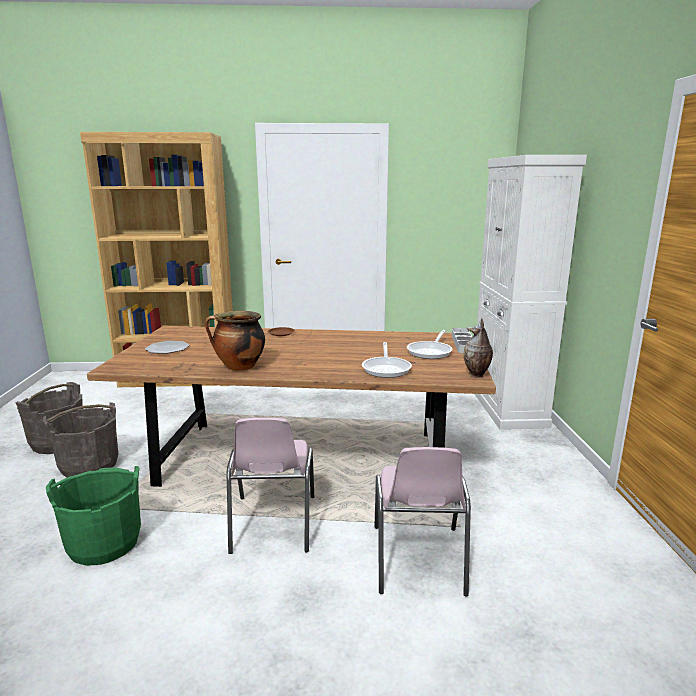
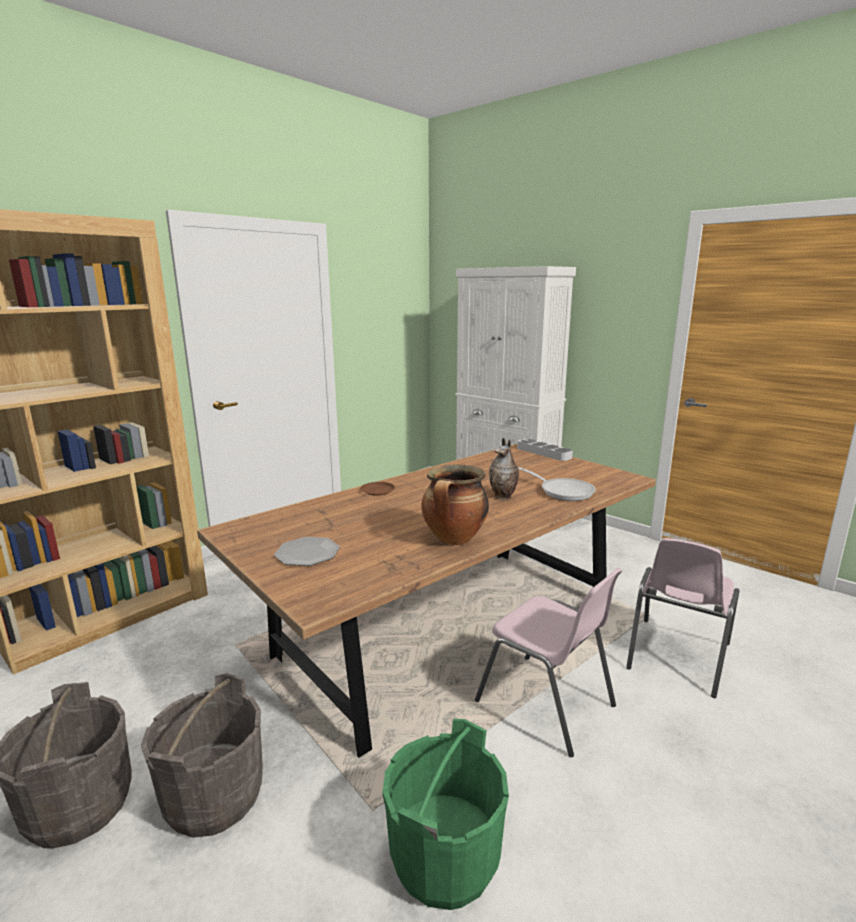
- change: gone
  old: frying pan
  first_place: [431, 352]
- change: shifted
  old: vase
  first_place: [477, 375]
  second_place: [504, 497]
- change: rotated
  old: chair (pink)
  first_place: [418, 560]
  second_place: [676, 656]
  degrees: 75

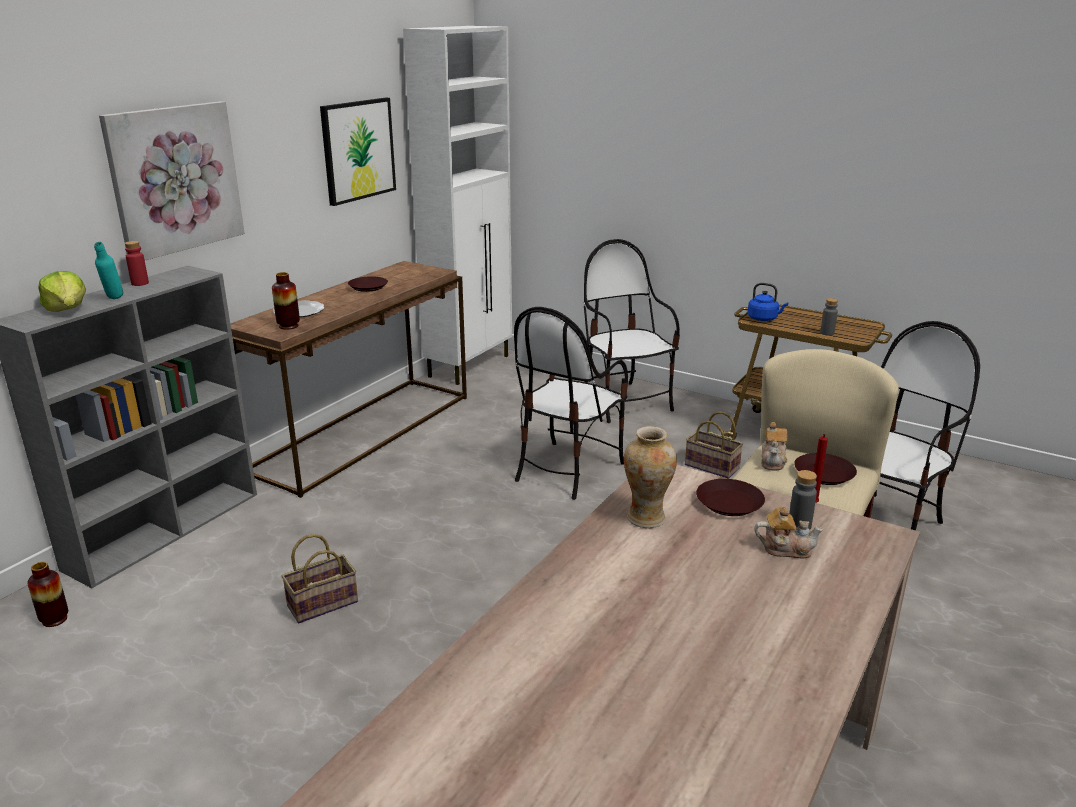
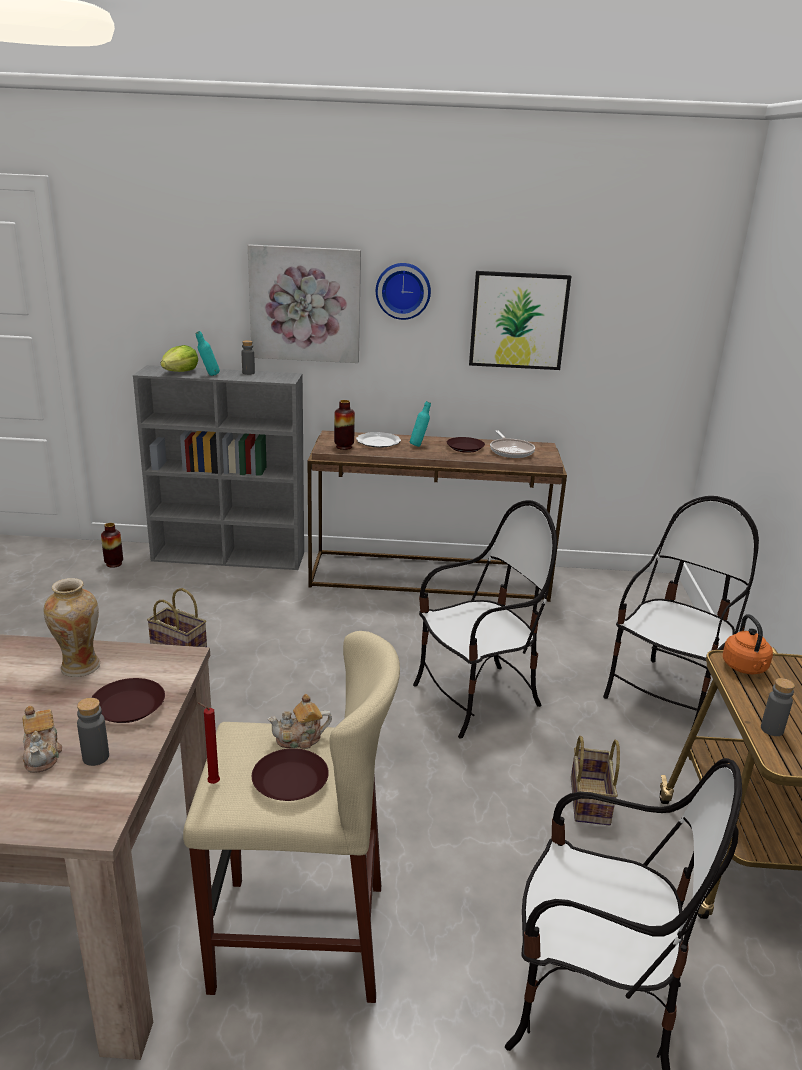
- change: gone
  old: cabinet (white)
  first_place: [470, 366]
- change: new
  new: wall clock
  second_place: [403, 290]
- change: new
  new: bottle (turquoise)
  second_place: [419, 445]
- change: new
  new: frying pan
  second_place: [510, 451]
- change: repainted
  old: bottle (red)
  new: bottle (grey)
  first_place: [140, 283]
  second_place: [248, 373]
- change: repainted
  old: kettle (blue)
  new: kettle (orange)
  first_place: [764, 319]
  second_place: [745, 668]
- change: rotated
  old: chair
  first_place: [567, 470]
  second_place: [476, 699]
  degrees: 150

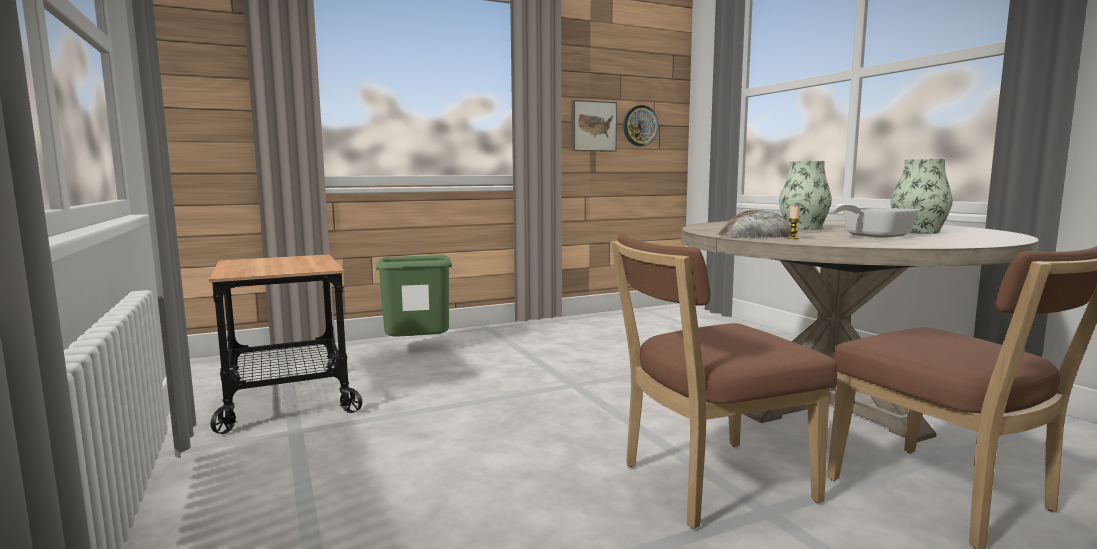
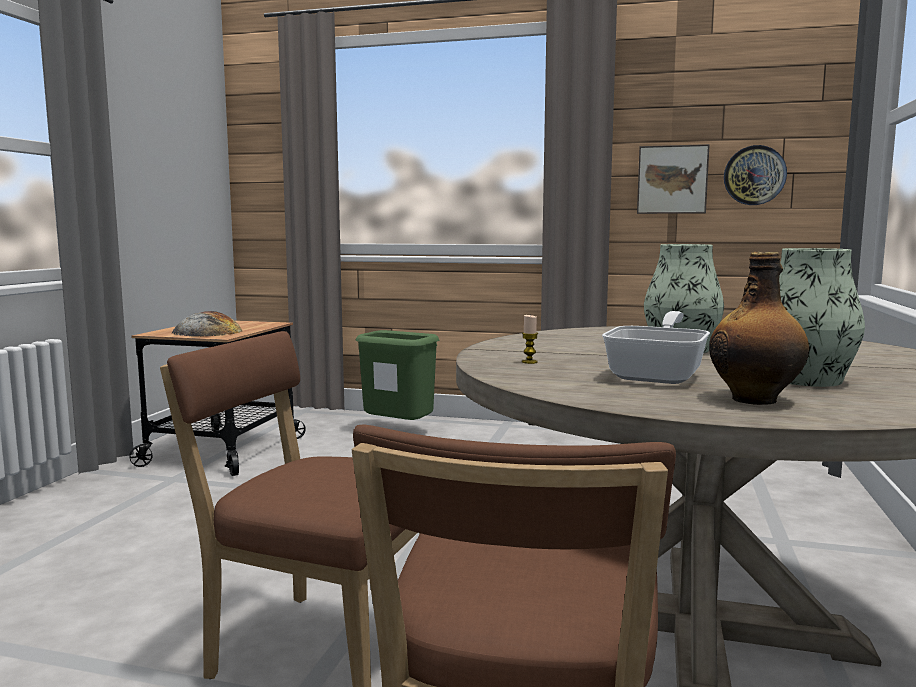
- change: new
  new: bottle
  second_place: [755, 399]
- change: shifted
  old: bread
  first_place: [756, 234]
  second_place: [207, 332]
- change: rotated
  old: frying pan
  first_place: [870, 236]
  second_place: [659, 374]
  degrees: 105

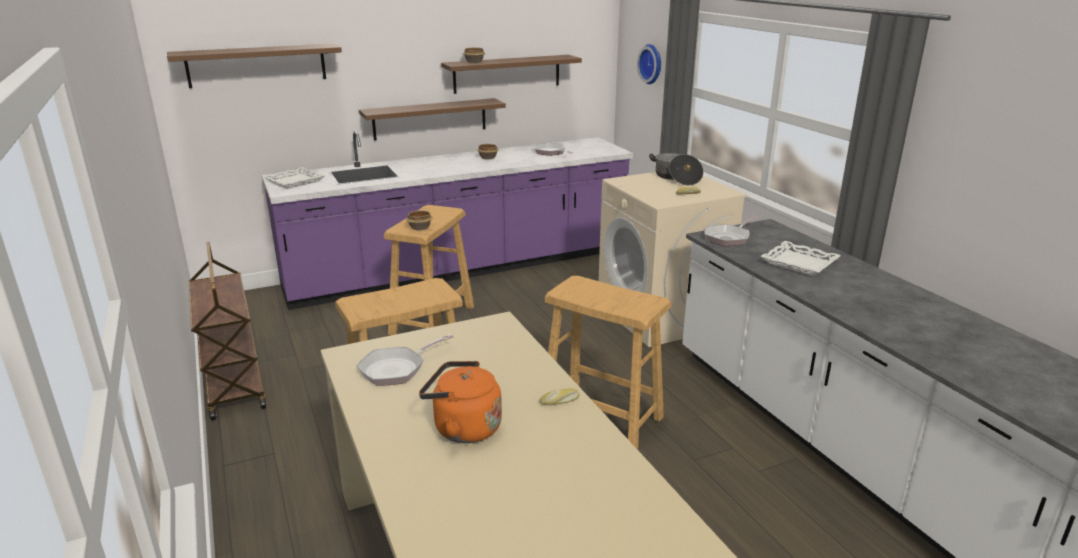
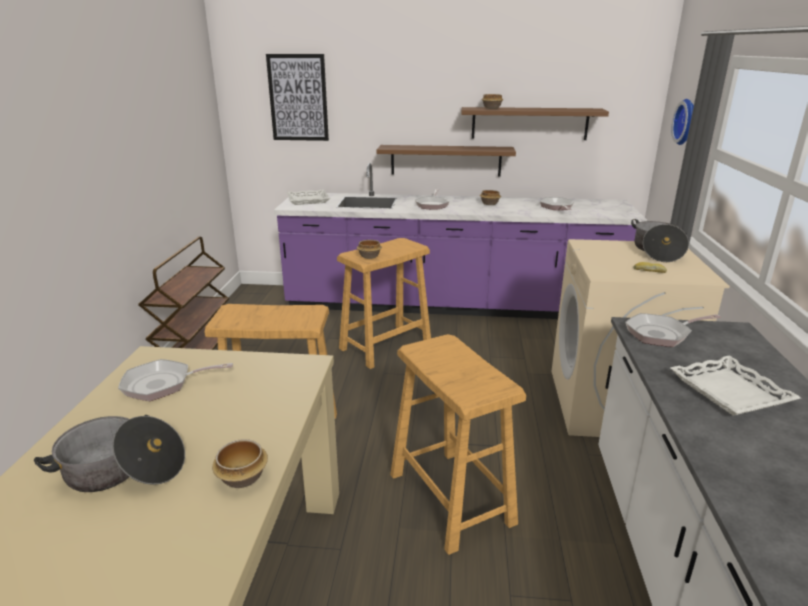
- change: new
  new: frying pan
  second_place: [432, 205]
- change: swapped
  old: shelf (brown)
  new: picture
  first_place: [257, 65]
  second_place: [298, 98]
- change: swapped
  old: kettle (orange)
  new: cooking pot
  first_place: [463, 428]
  second_place: [122, 471]
- change: swapped
  old: bread
  new: bowl
  first_place: [560, 401]
  second_place: [243, 477]

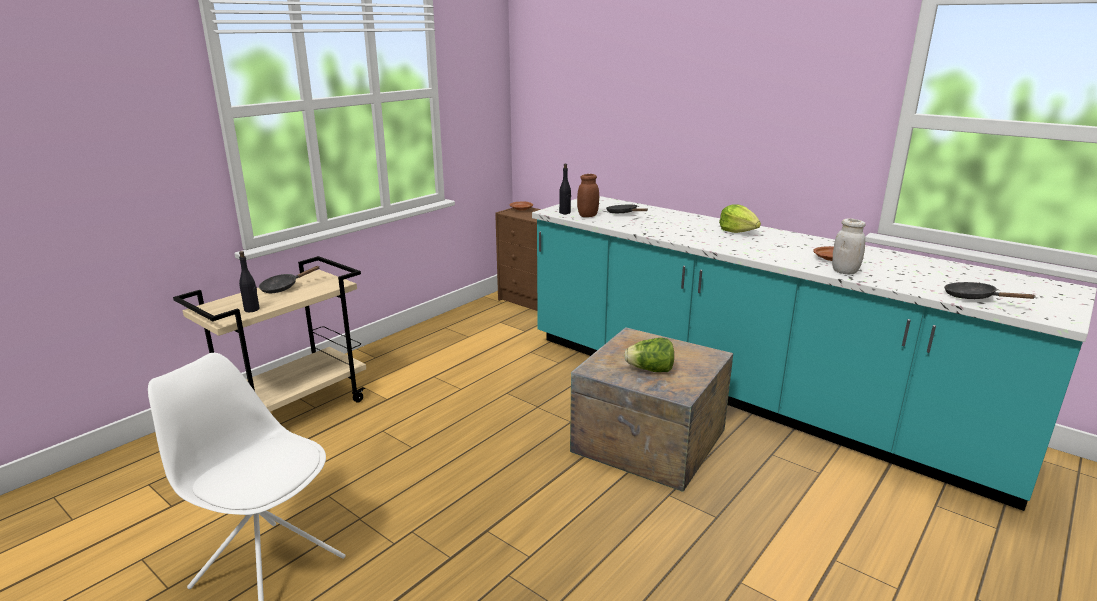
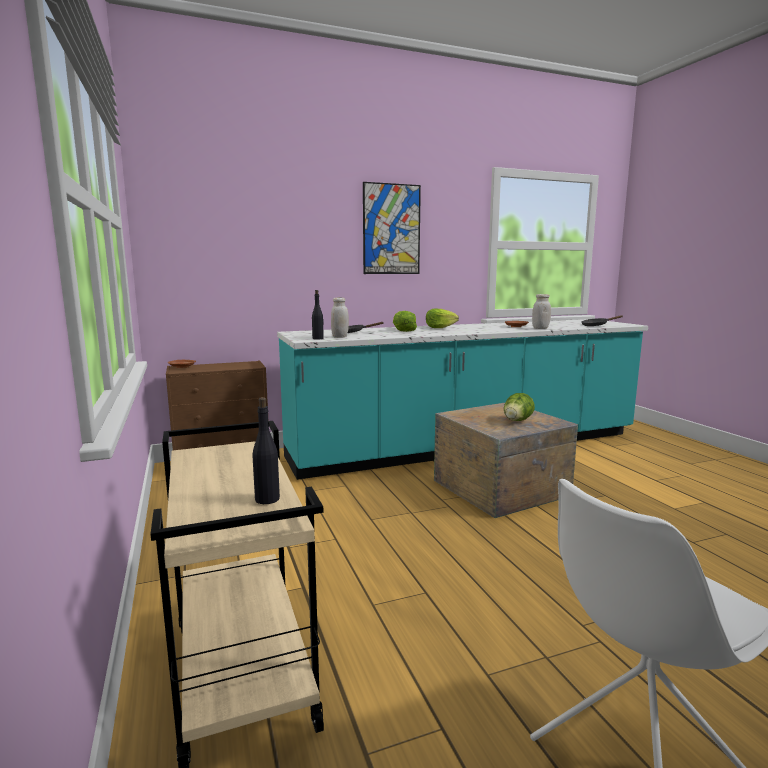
- change: gone
  old: frying pan (black)
  first_place: [283, 287]
- change: new
  new: picture
  second_place: [391, 229]
- change: new
  new: lettuce
  second_place: [403, 330]
- change: repainted
  old: jar (brown)
  new: jar (white)
  first_place: [587, 216]
  second_place: [340, 337]

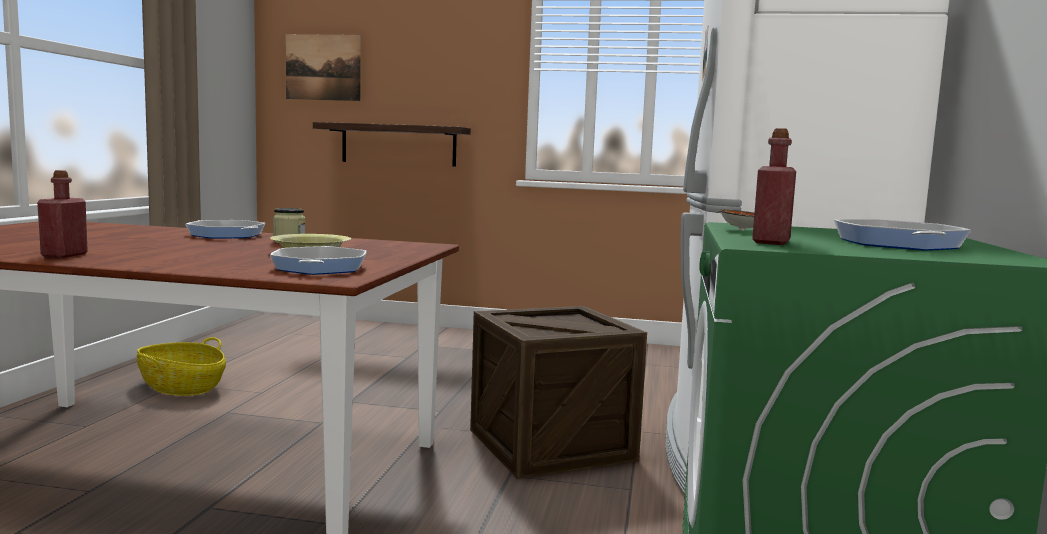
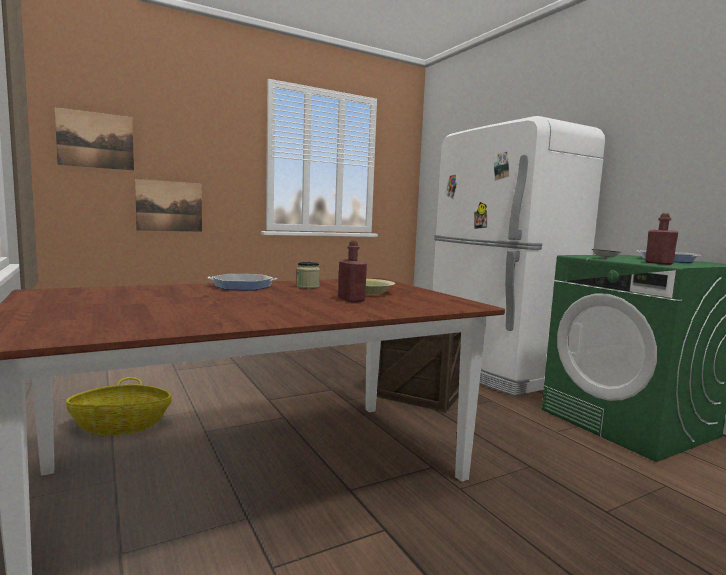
- change: gone
  old: frying pan
  first_place: [320, 268]
- change: shifted
  old: bottle (red)
  first_place: [64, 255]
  second_place: [351, 300]
- change: swapped
  old: shelf
  new: picture
  first_place: [398, 145]
  second_place: [169, 206]

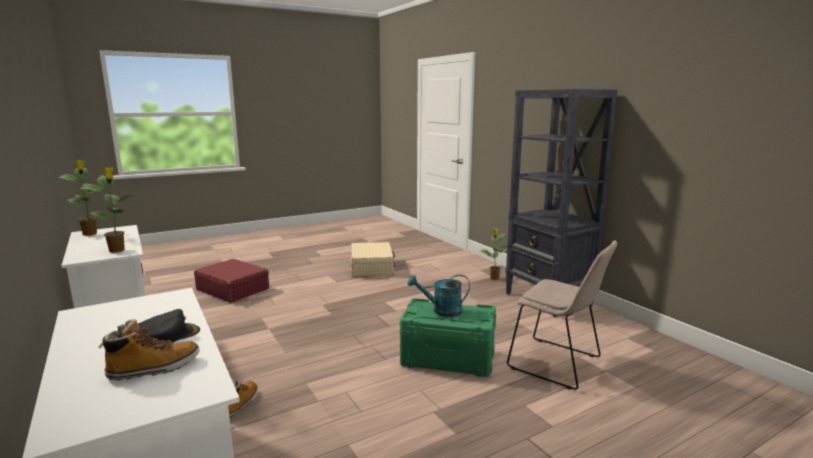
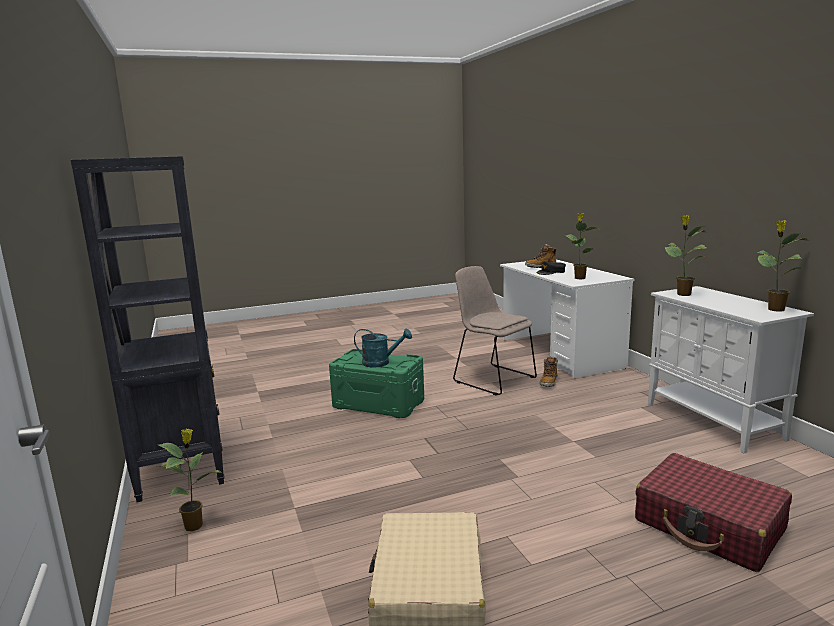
- change: new
  new: potted plant
  second_place: [579, 278]
- change: shifted
  old: chair (beige)
  first_place: [557, 364]
  second_place: [492, 379]

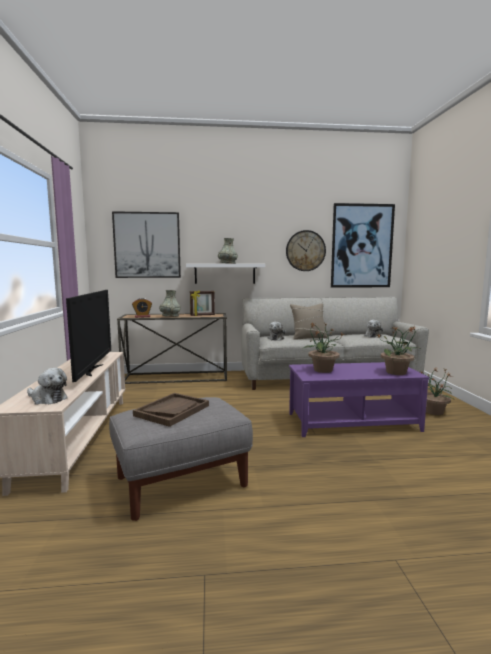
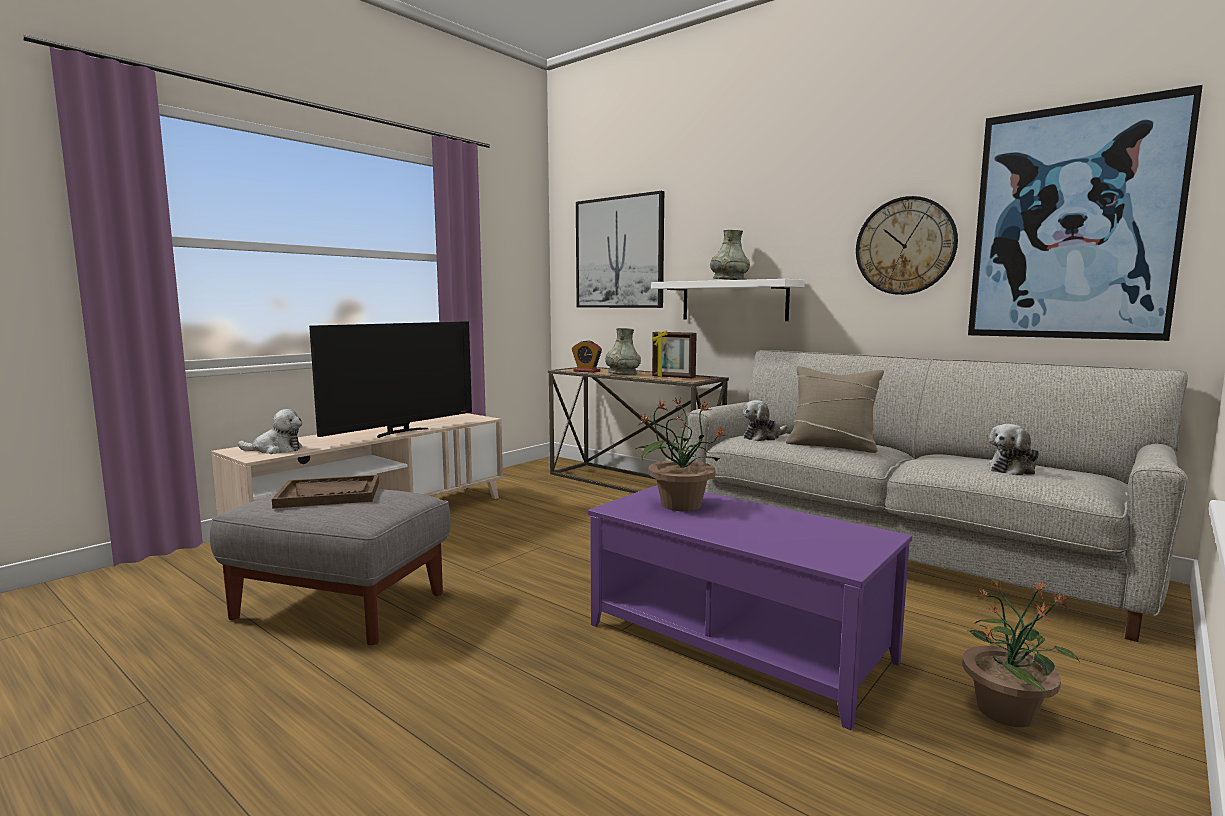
- change: gone
  old: potted plant
  first_place: [397, 372]
- change: rotated
  old: plush toy
  first_place: [47, 399]
  second_place: [276, 450]
  degrees: -75

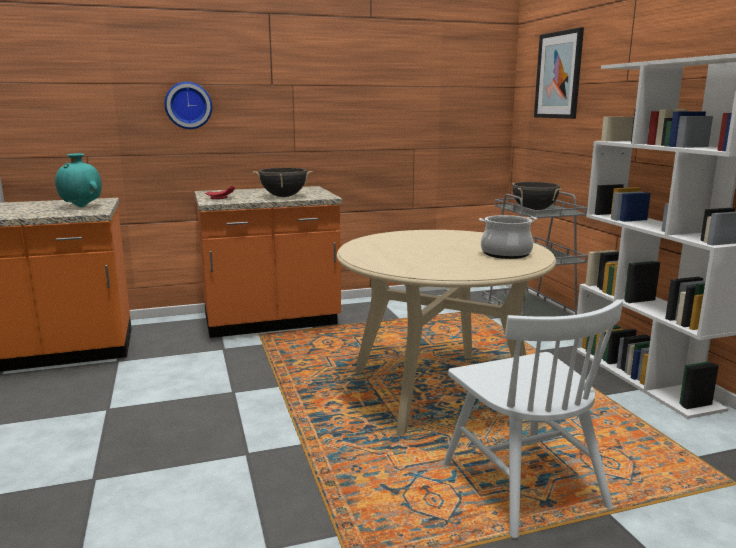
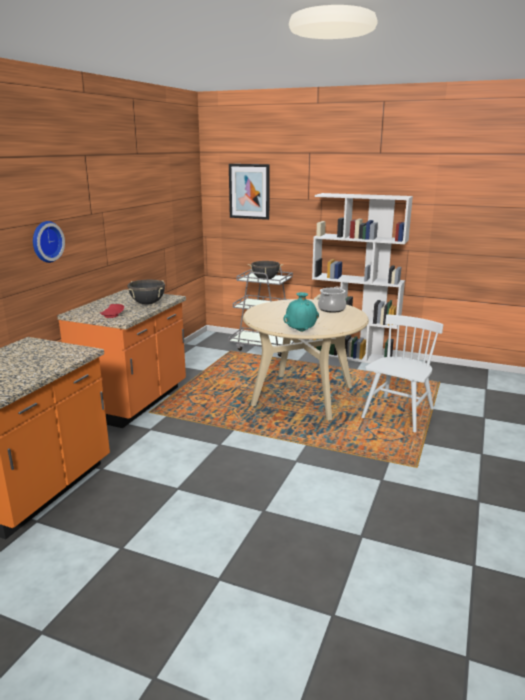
- change: shifted
  old: vase (turquoise)
  first_place: [82, 207]
  second_place: [301, 331]
- change: rotated
  old: chair (white)
  first_place: [522, 484]
  second_place: [398, 414]
  degrees: -75

